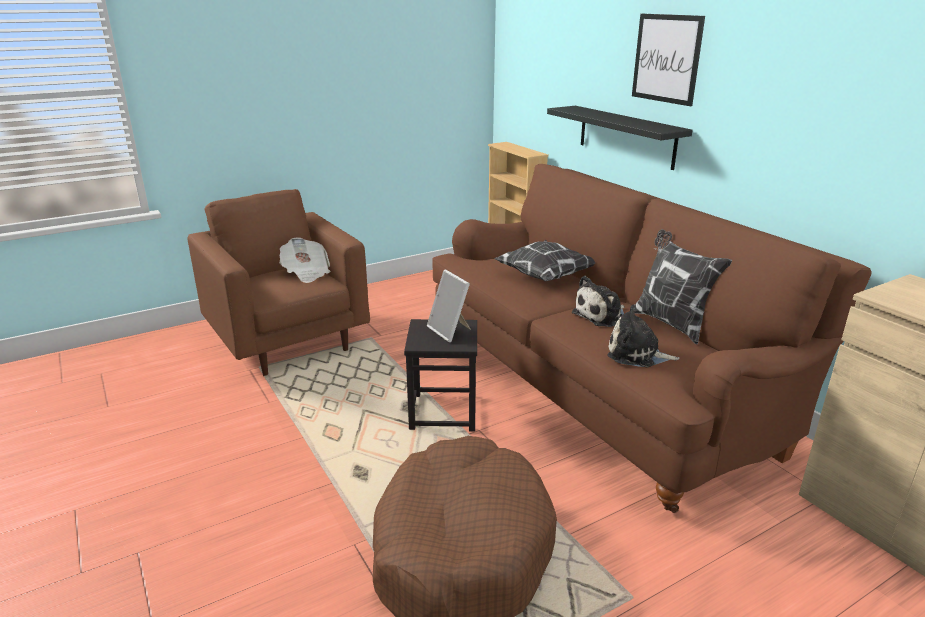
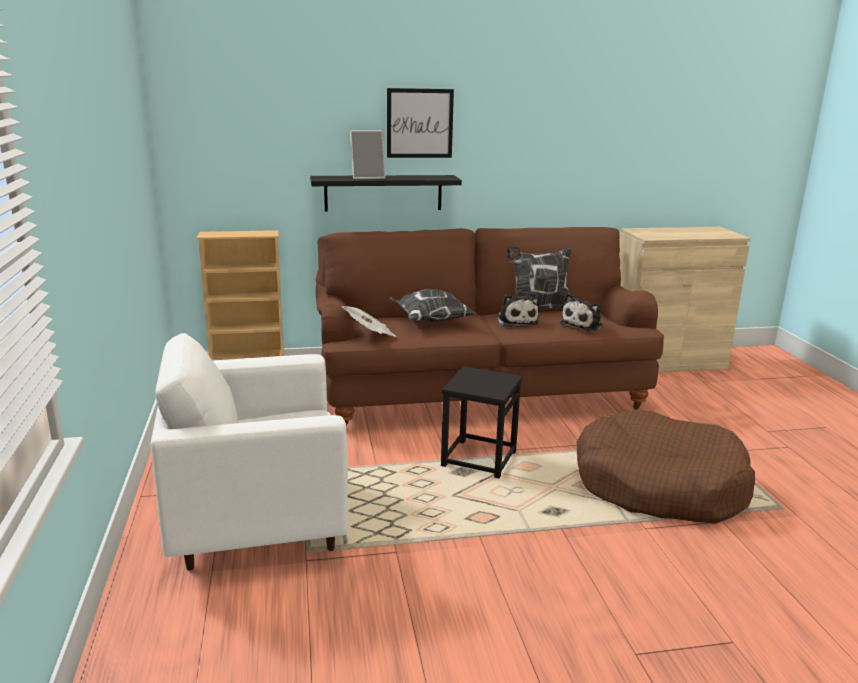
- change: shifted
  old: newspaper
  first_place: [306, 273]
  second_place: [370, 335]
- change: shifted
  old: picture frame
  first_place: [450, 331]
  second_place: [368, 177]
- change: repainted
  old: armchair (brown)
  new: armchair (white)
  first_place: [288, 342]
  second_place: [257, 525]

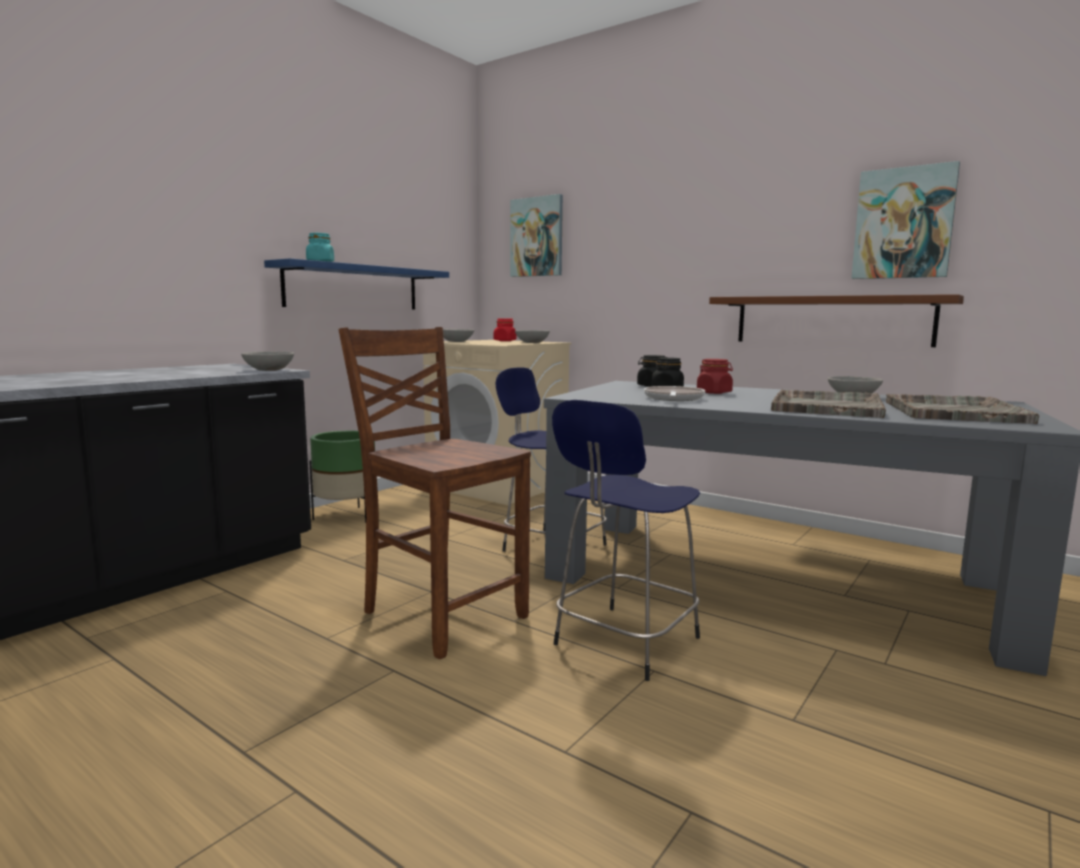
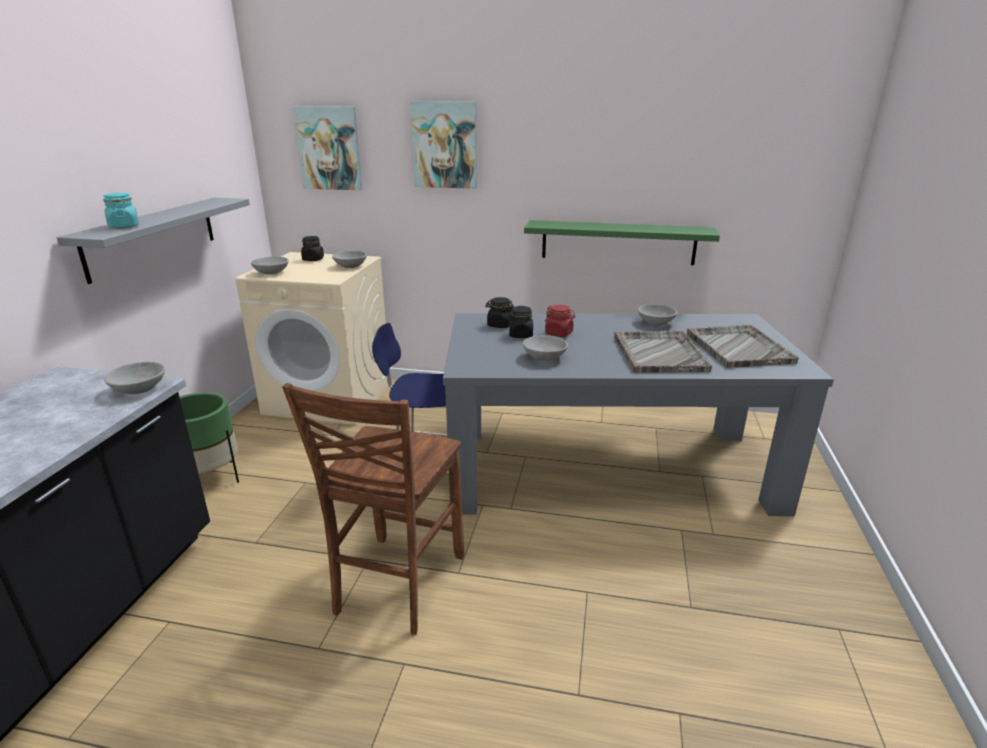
- change: gone
  old: stool (blue)
  first_place: [624, 643]
- change: shifted
  old: picture
  first_place: [903, 223]
  second_place: [445, 145]
- change: swapped
  old: frying pan
  new: bowl (grey)
  first_place: [673, 399]
  second_place: [544, 357]
- change: repainted
  old: shelf (blue)
  new: shelf (grey)
  first_place: [353, 287]
  second_place: [153, 237]
- change: repainted
  old: jar (red)
  new: jar (black)
  first_place: [505, 341]
  second_place: [313, 259]
- change: repainted
  old: shelf (brown)
  new: shelf (green)
  first_place: [831, 320]
  second_place: [618, 242]
- change: rotated
  old: chair (brown)
  first_place: [441, 614]
  second_place: [396, 585]
  degrees: -90

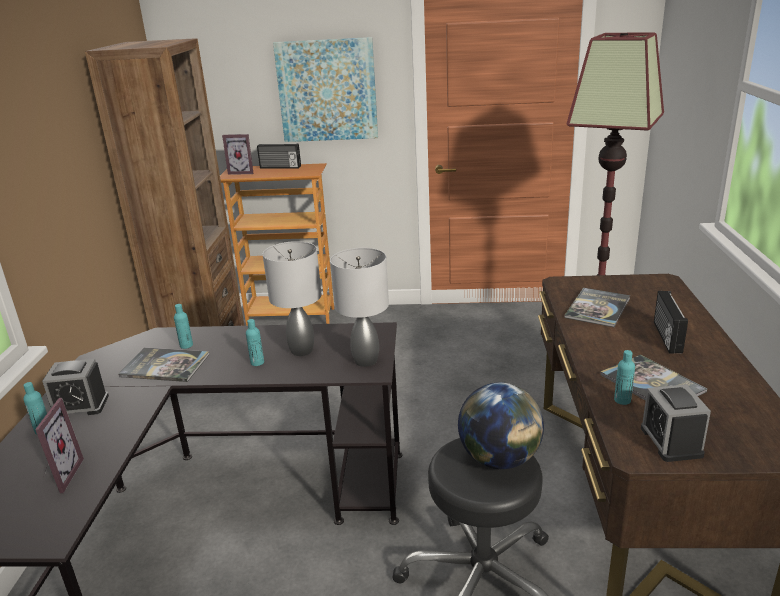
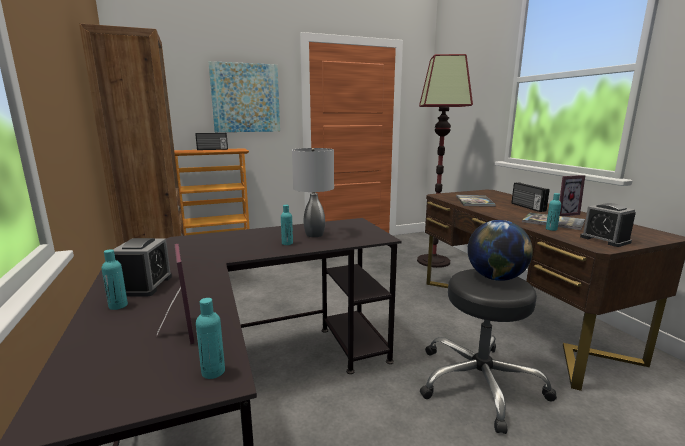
- change: gone
  old: book
  first_place: [165, 366]
- change: gone
  old: table lamp (grey)
  first_place: [366, 360]
- change: shifted
  old: bottle (turquoise)
  first_place: [186, 345]
  second_place: [213, 372]
- change: shifted
  old: picture frame
  first_place: [242, 172]
  second_place: [563, 214]
- change: rotated
  old: alarm clock
  first_place: [80, 406]
  second_place: [145, 285]
  degrees: -60

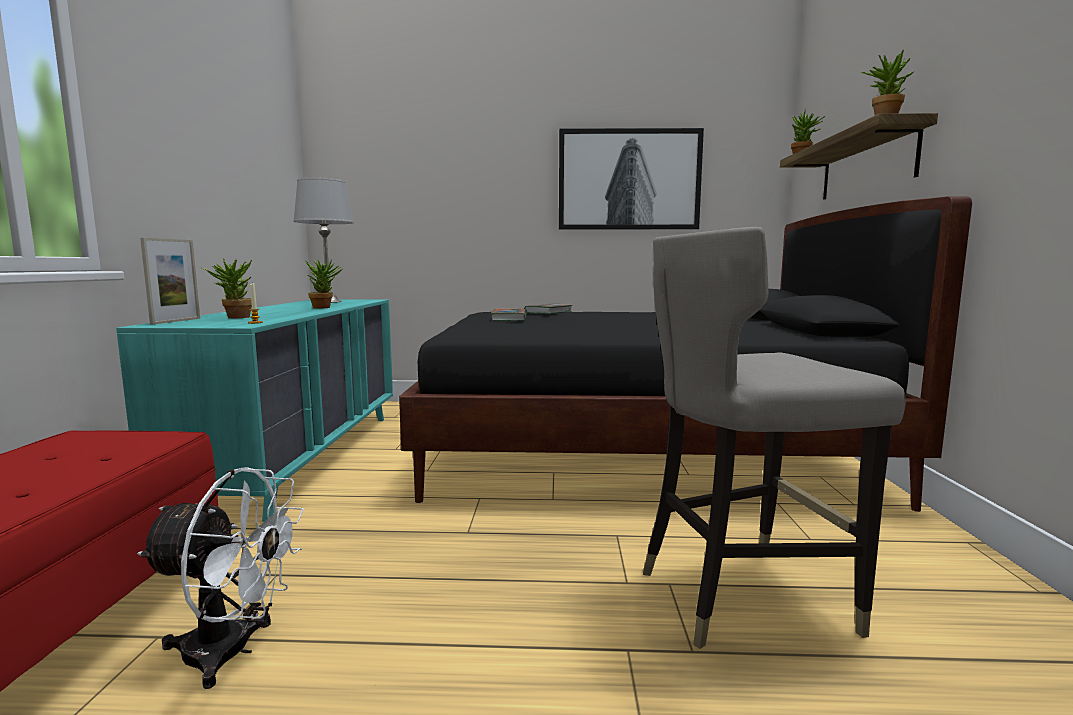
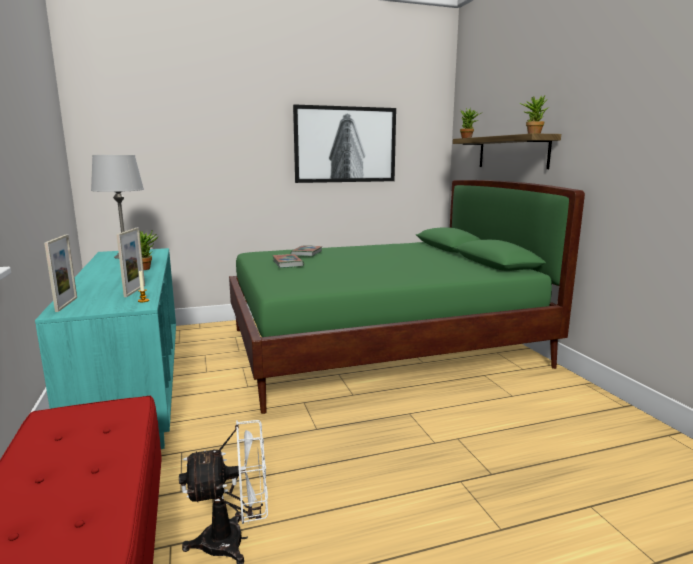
- change: gone
  old: potted plant
  first_place: [234, 317]
- change: gone
  old: stool (grey)
  first_place: [739, 596]
- change: new
  new: picture frame
  second_place: [135, 291]
- change: repainted
  old: bed (black)
  new: bed (green)
  first_place: [638, 449]
  second_place: [381, 347]

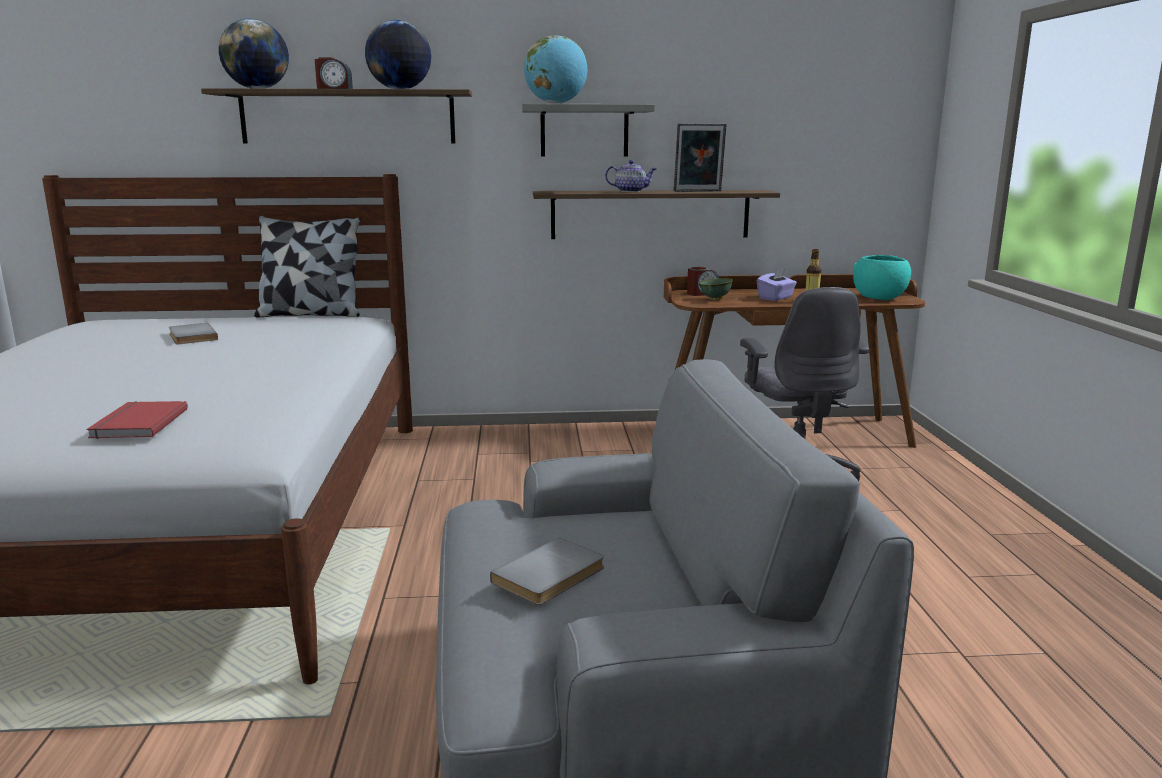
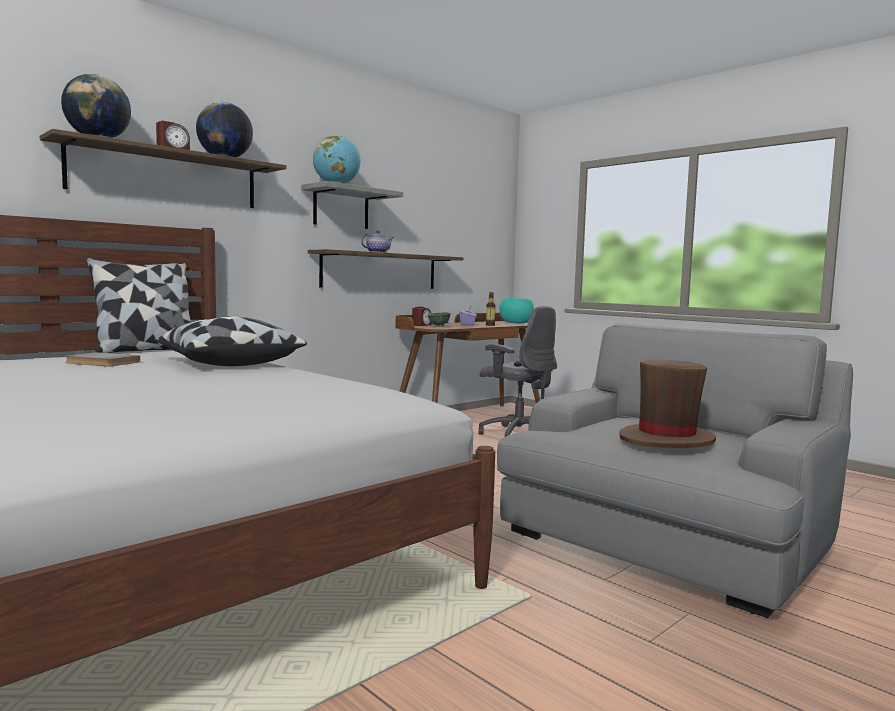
- change: gone
  old: book (red)
  first_place: [137, 423]
- change: gone
  old: picture frame
  first_place: [698, 191]
- change: new
  new: pillow
  second_place: [228, 363]
- change: swapped
  old: book (grey)
  new: hat (brown)
  first_place: [552, 576]
  second_place: [666, 440]

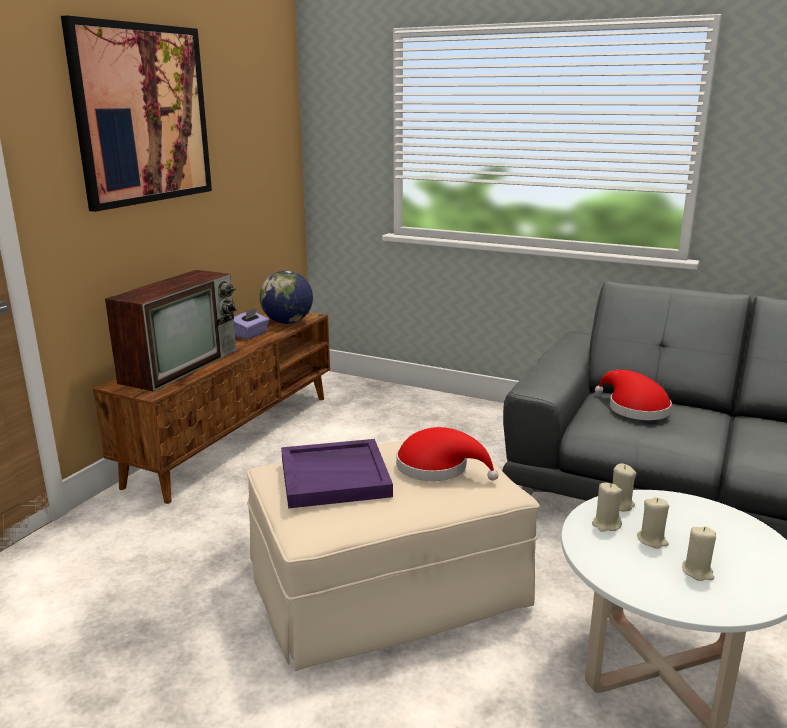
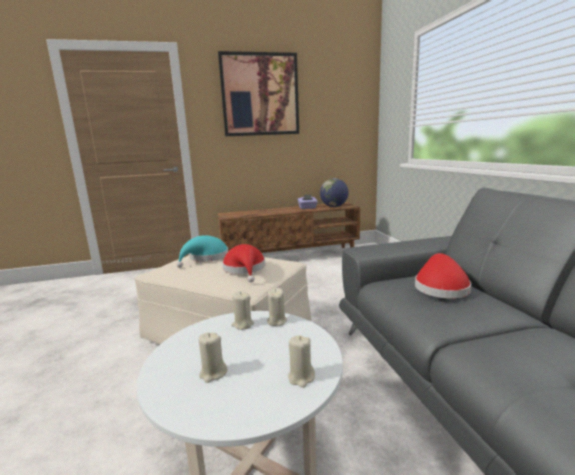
- change: gone
  old: television
  first_place: [181, 365]
- change: shifted
  old: candle (beige)
  first_place: [652, 540]
  second_place: [301, 377]
- change: swapped
  old: tray (purple)
  new: hat (turquoise)
  first_place: [335, 476]
  second_place: [206, 258]

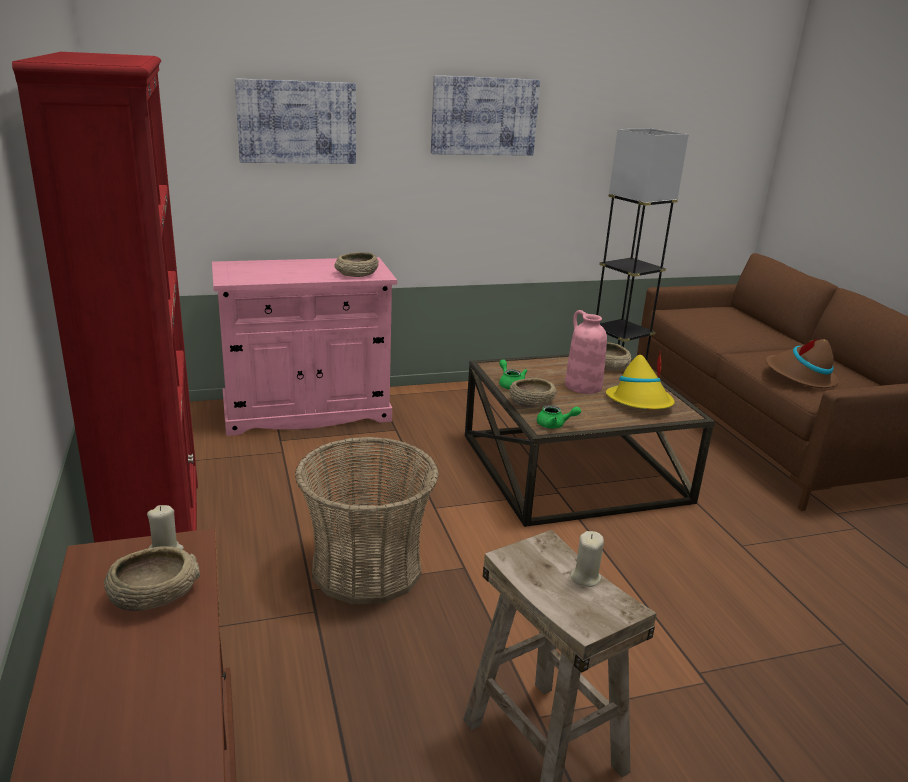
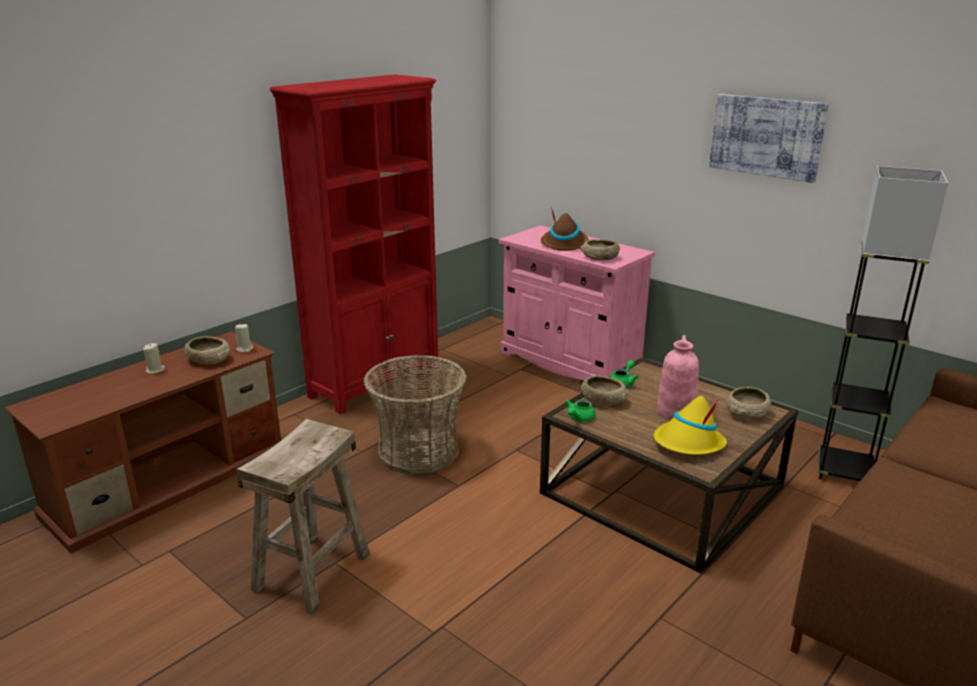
- change: gone
  old: picture
  first_place: [297, 122]
- change: shifted
  old: candle (beige)
  first_place: [585, 577]
  second_place: [155, 370]
- change: shifted
  old: hat (brown)
  first_place: [800, 377]
  second_place: [564, 243]
- change: rotated
  old: teapot (green)
  first_place: [555, 425]
  second_place: [579, 418]
  degrees: 60

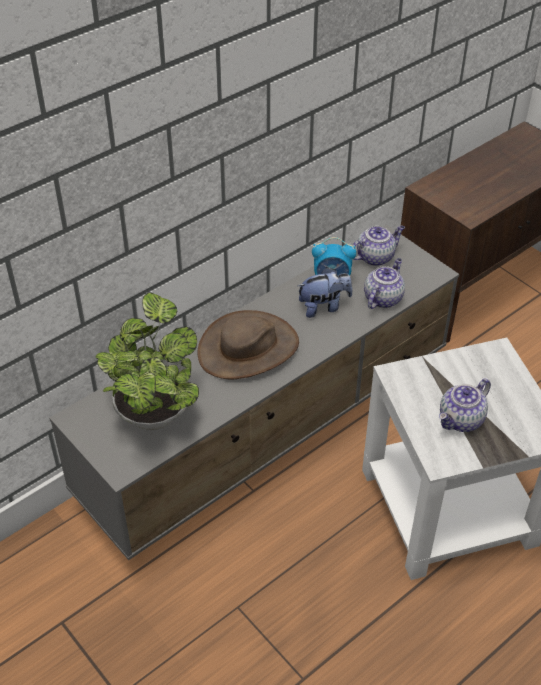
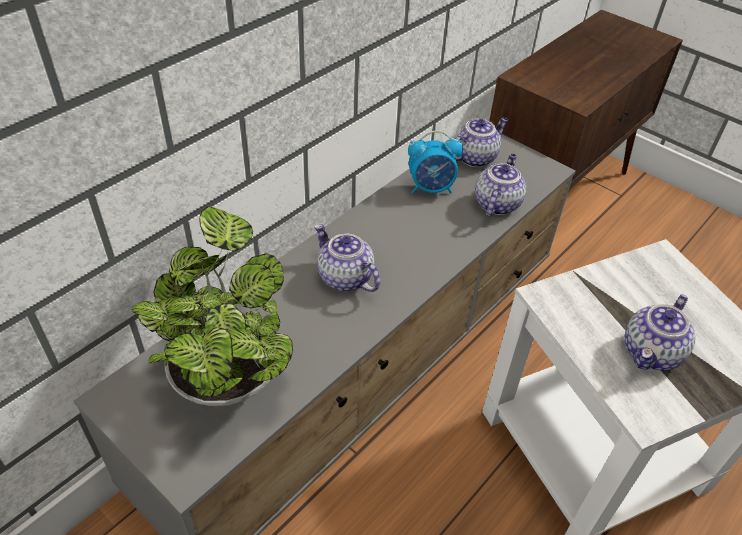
- change: gone
  old: plush toy
  first_place: [323, 306]
- change: swapped
  old: hat (brown)
  new: teapot
  first_place: [248, 348]
  second_place: [344, 277]

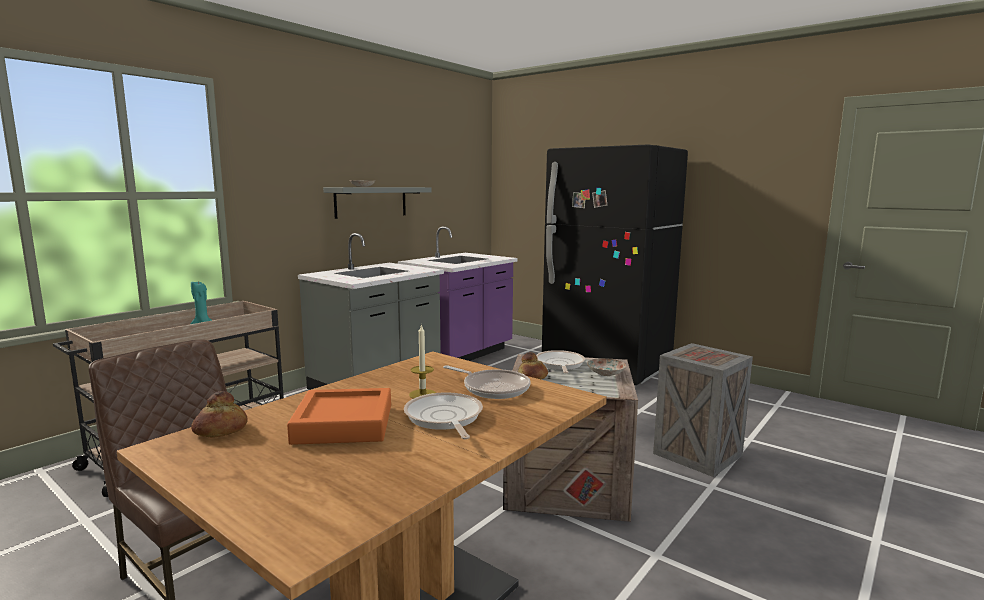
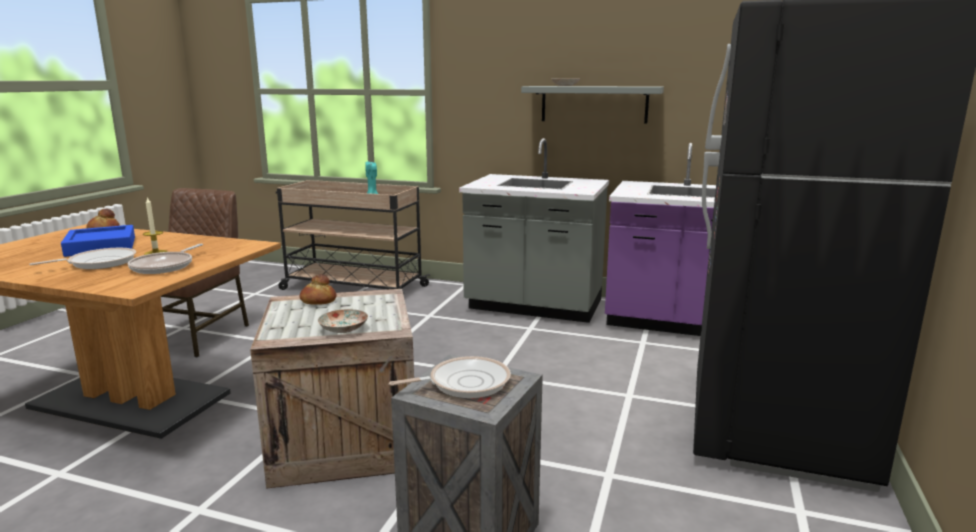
- change: shifted
  old: frying pan
  first_place: [559, 364]
  second_place: [464, 383]
- change: repainted
  old: tray (orange)
  new: tray (blue)
  first_place: [344, 424]
  second_place: [101, 246]

